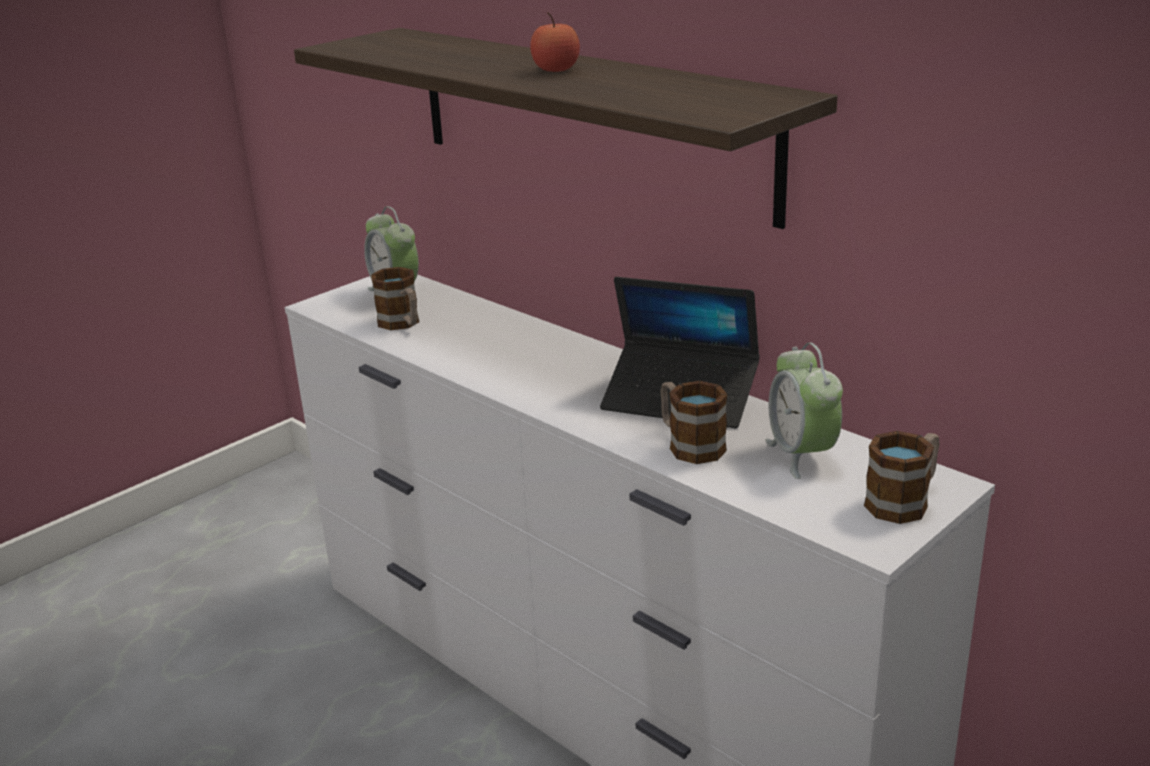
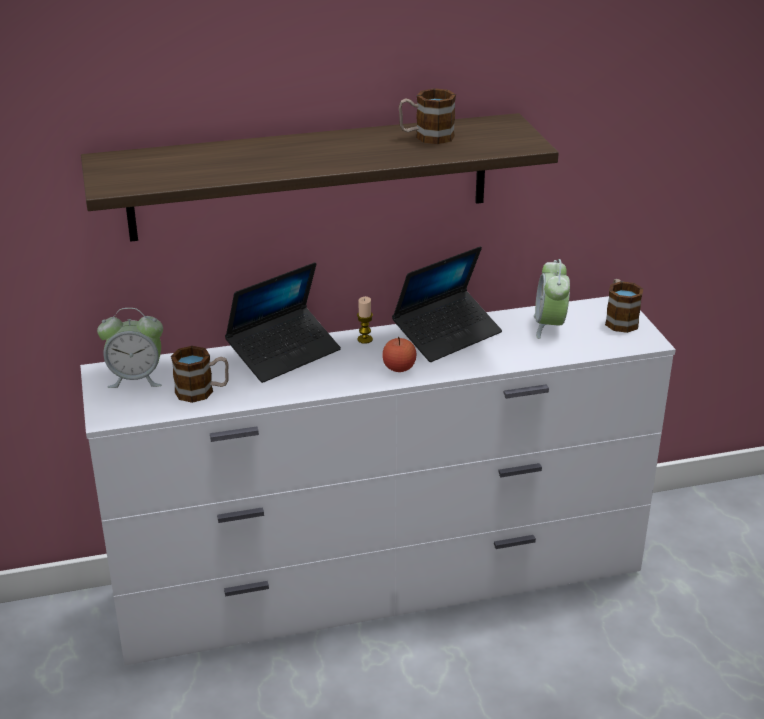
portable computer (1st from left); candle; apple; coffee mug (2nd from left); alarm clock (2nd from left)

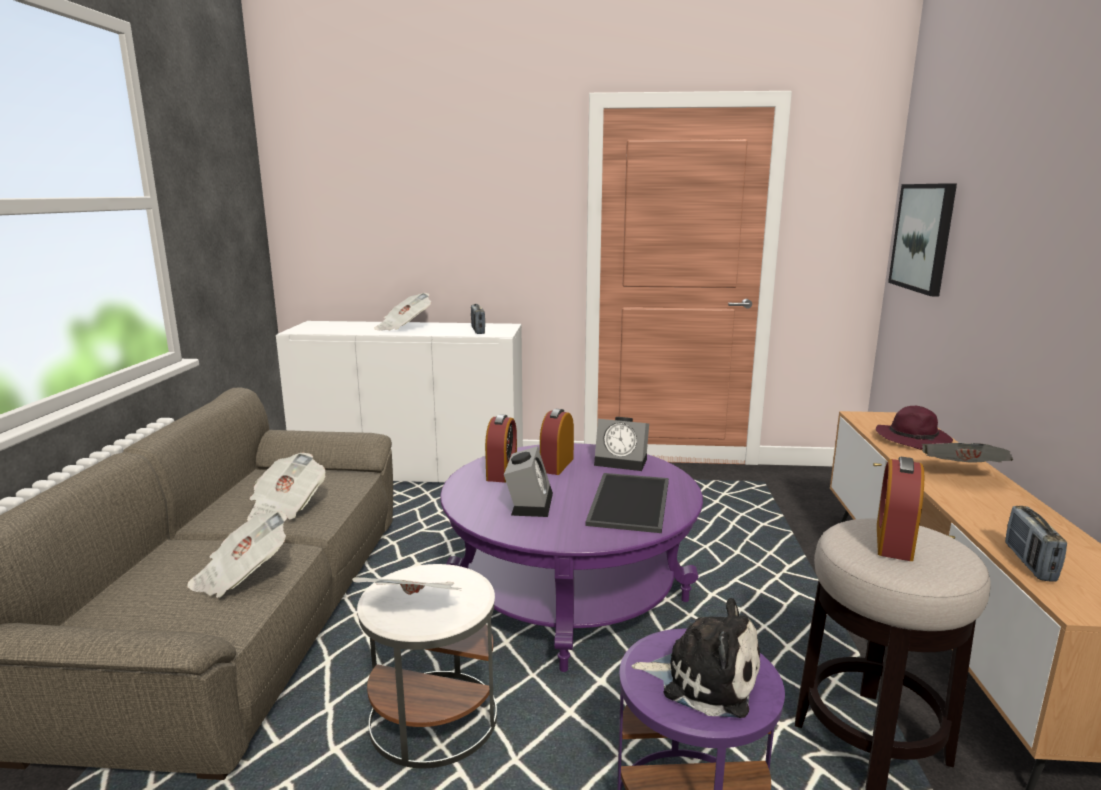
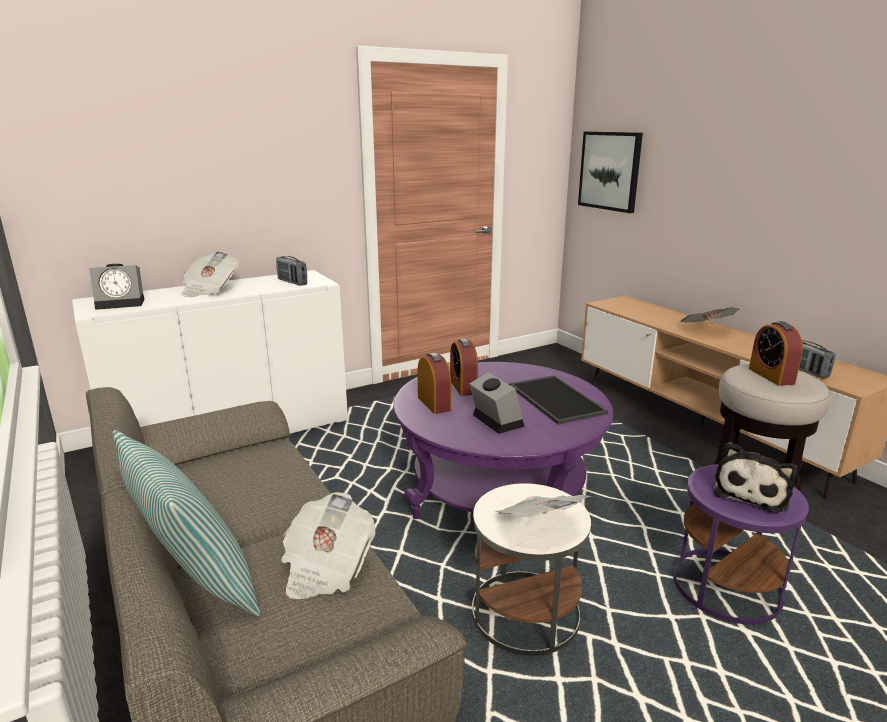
printed paper (2nd from left in the first image); clothing hat in purple; cushion; alarm clock (1st from left); plush toy

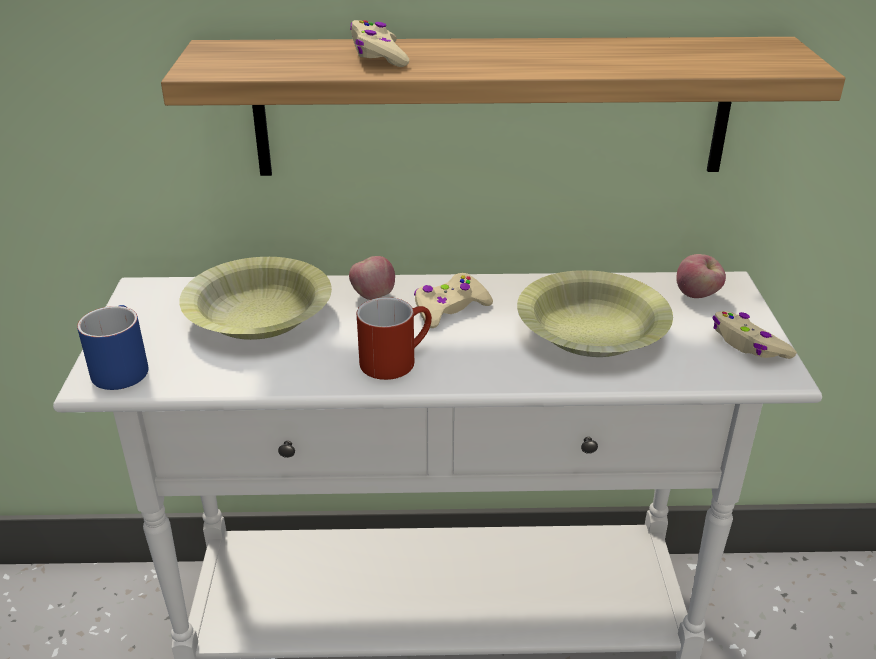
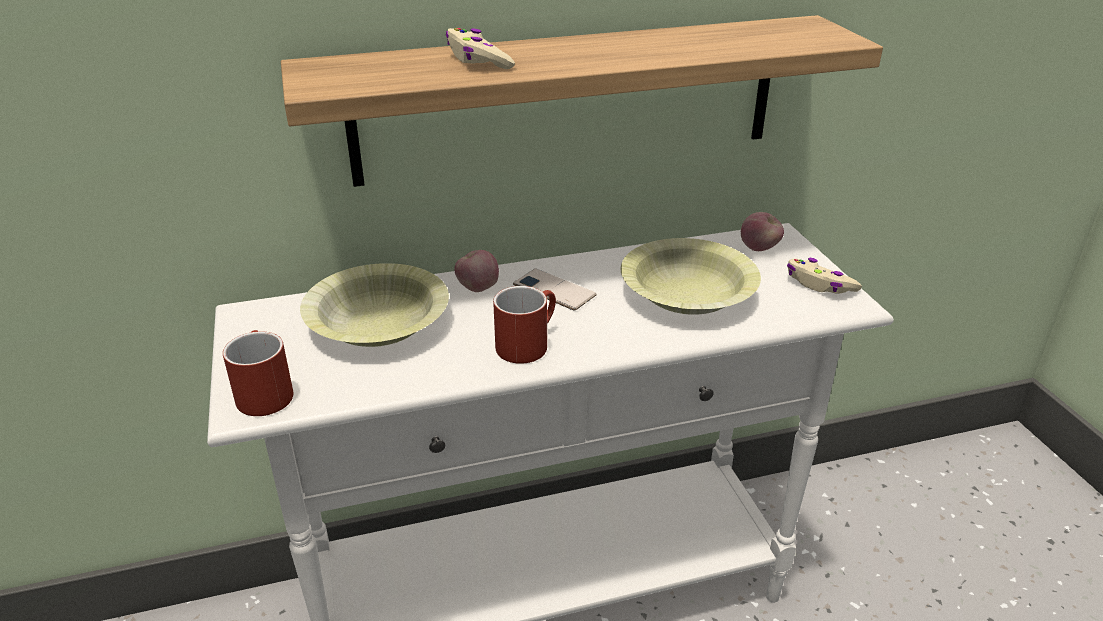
handset; coffee mug in red (1st from left)

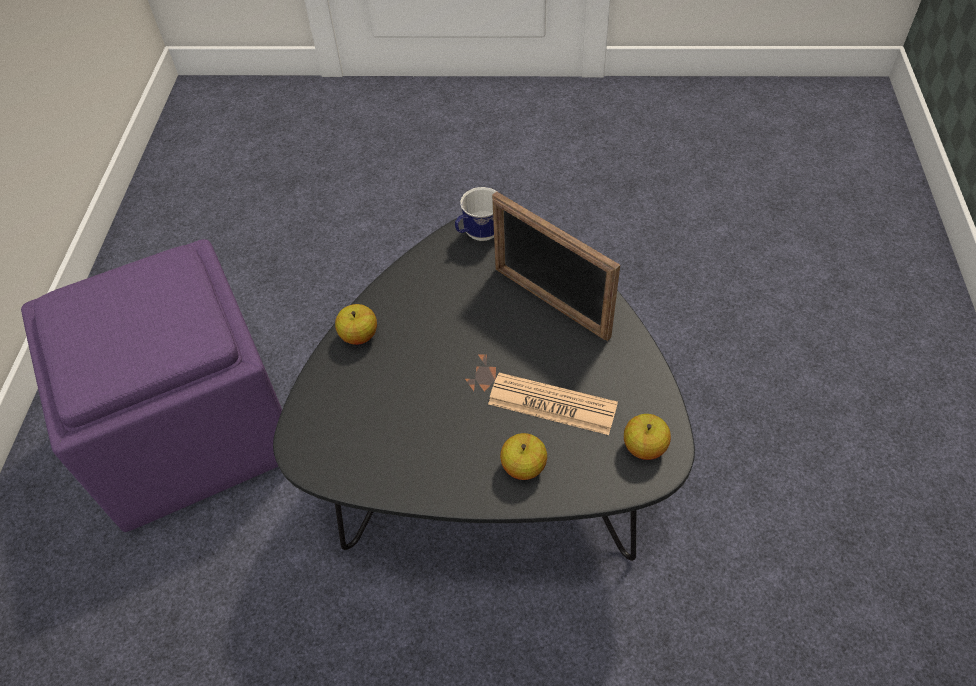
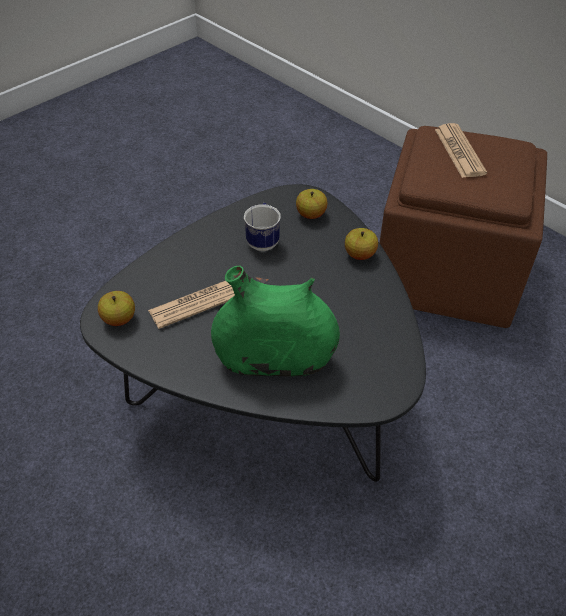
printed paper (2nd from left); coffee mug; apple (2nd from left); decorative vase in green; ottoman in brown-coloured

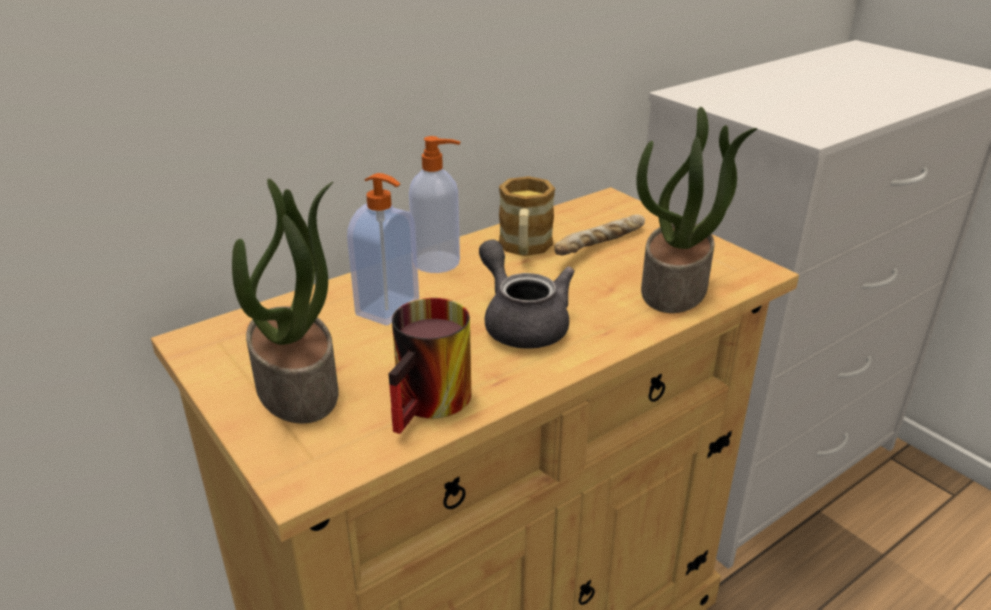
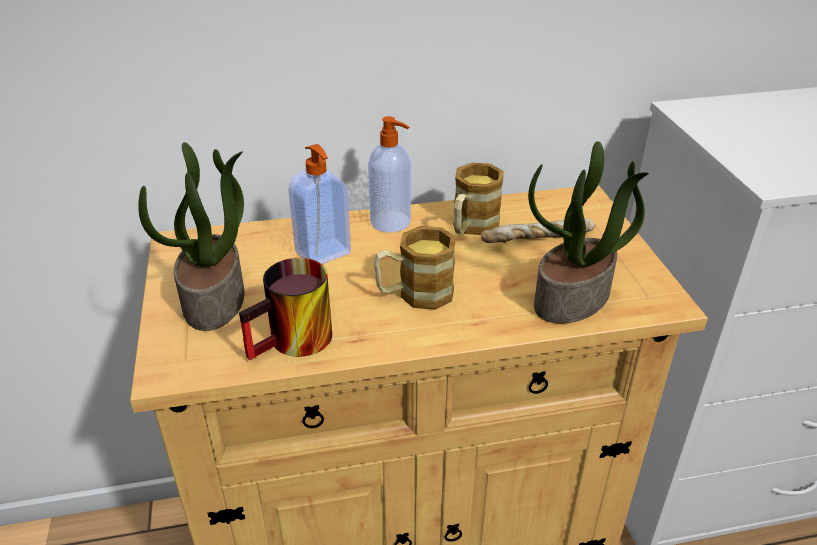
coffee mug (2nd from left)

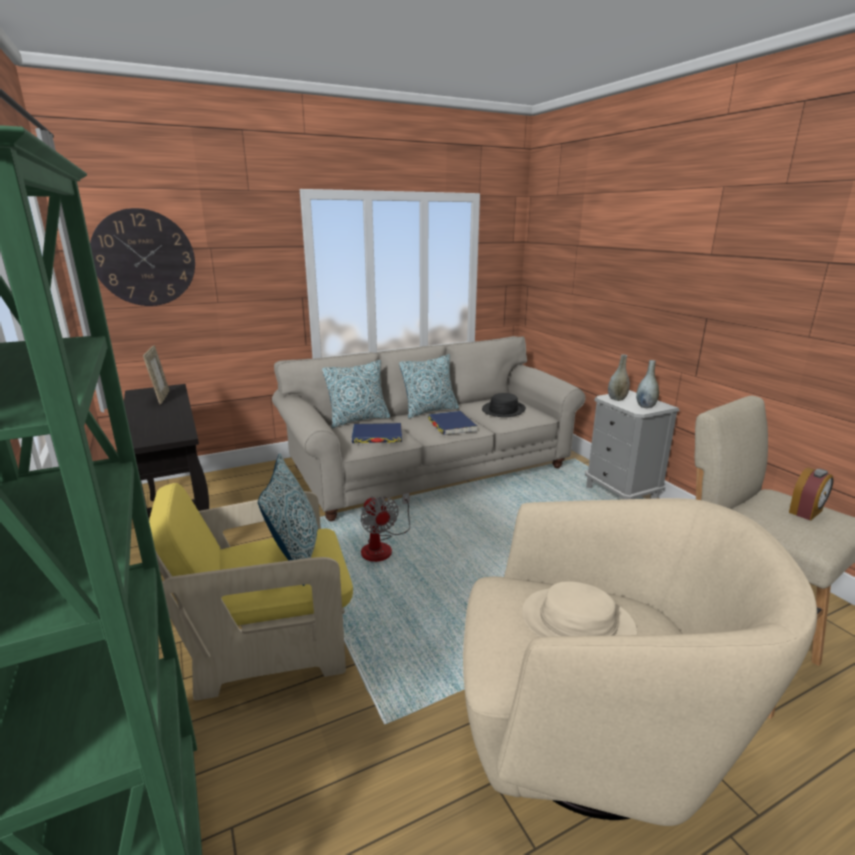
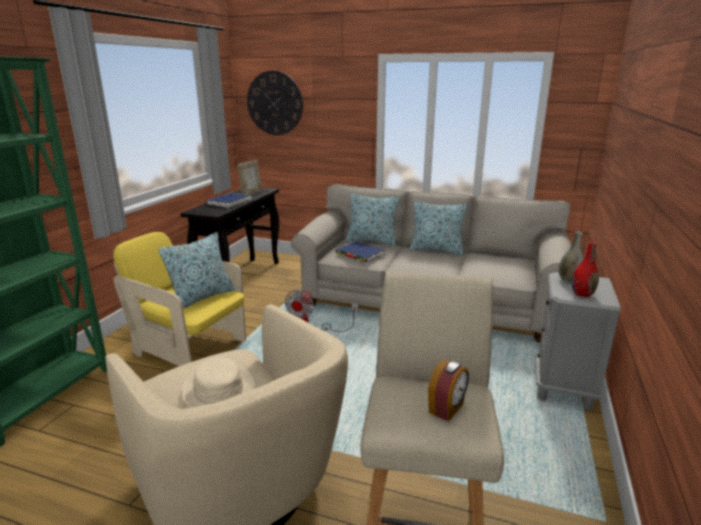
clothing hat in blackish; bound book in blue-coloured (1st from left); decorative vase in red; alarm clock

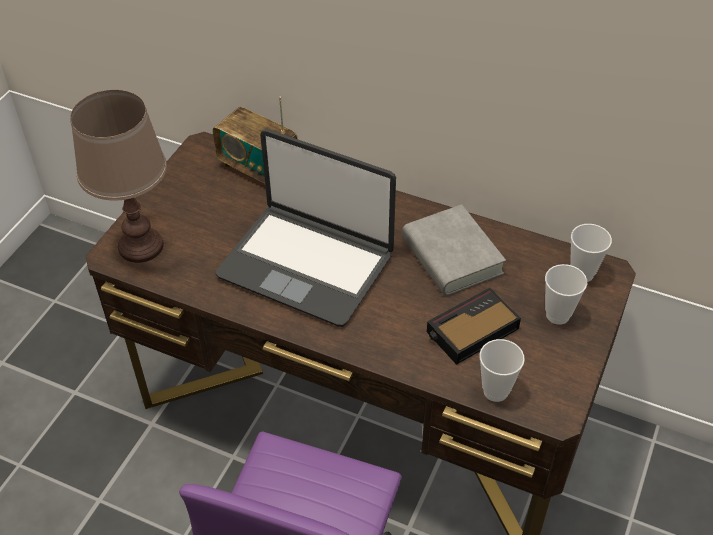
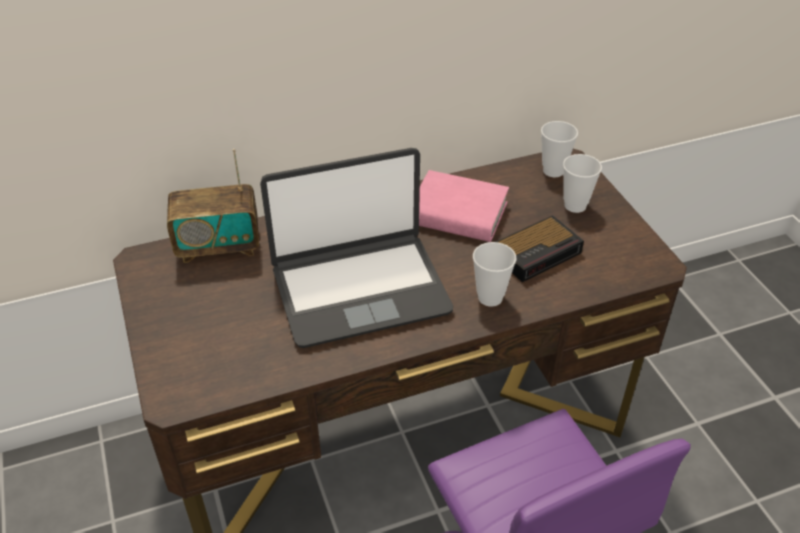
table lamp in brown-coloured; small cup (1st from left); bound book in pink-coloured; alarm clock

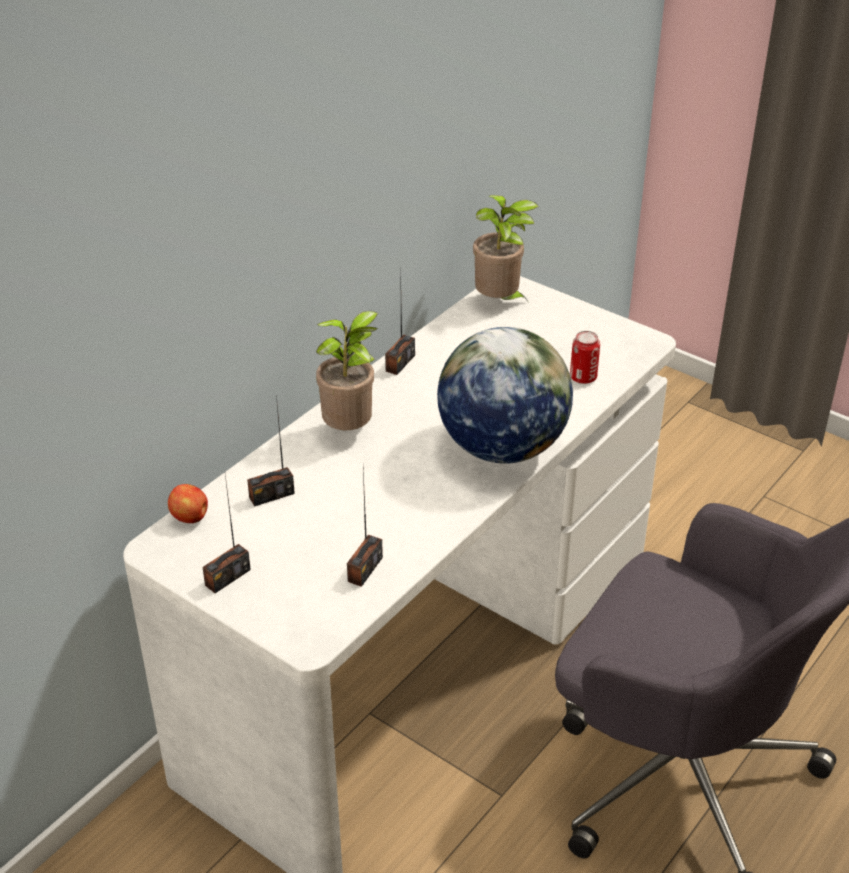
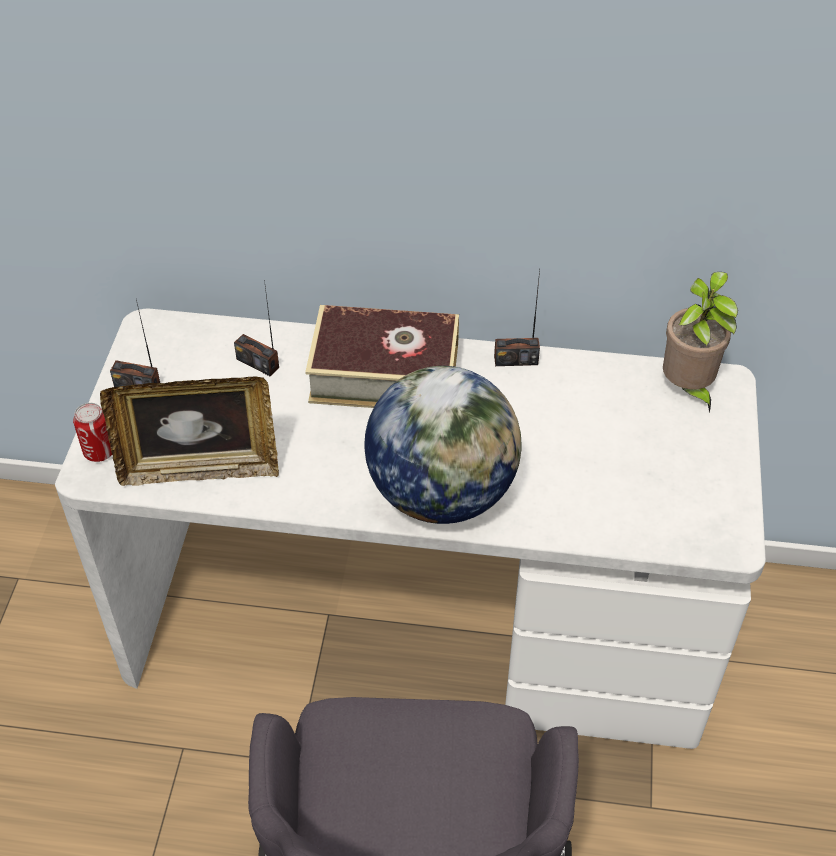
apple; can; bound book; photo frame

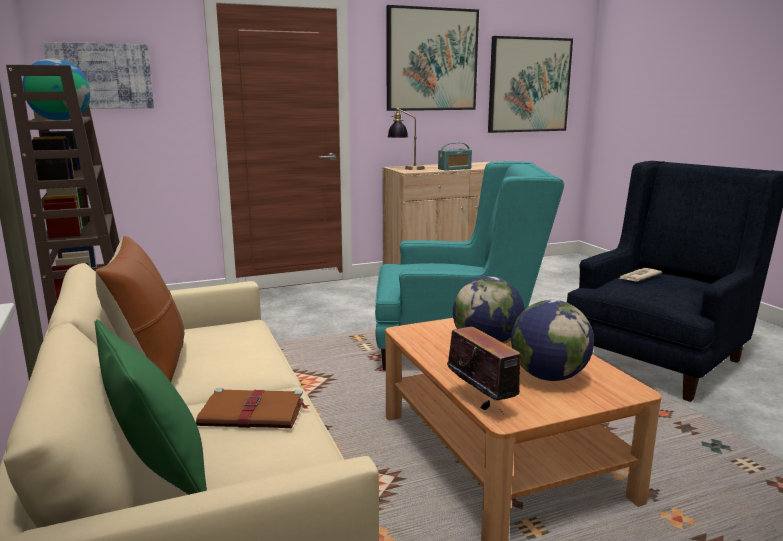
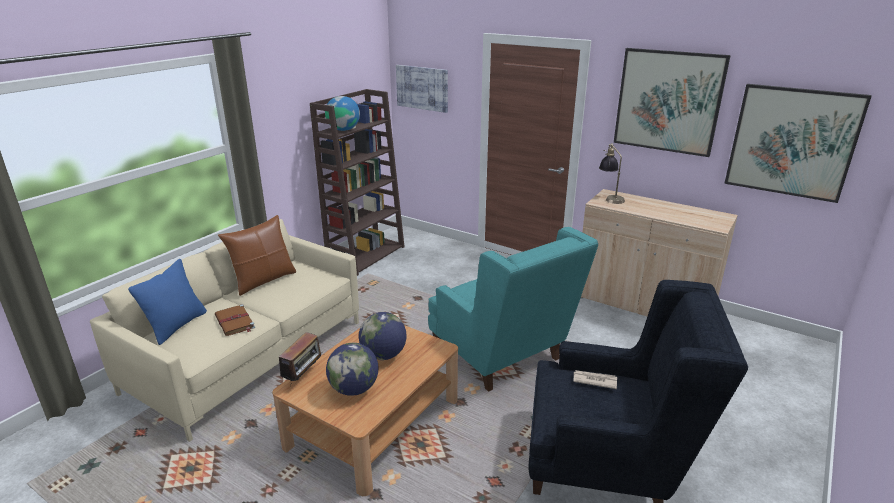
radio set (1st from left in the first image); cushion in blue-coloured

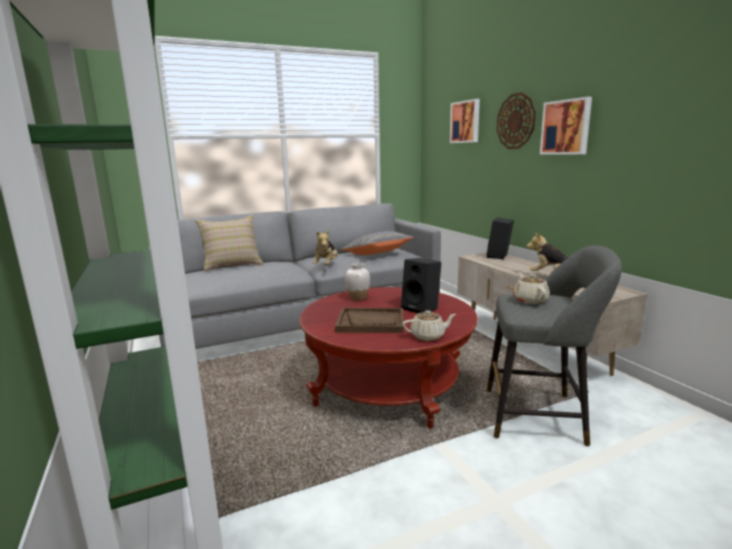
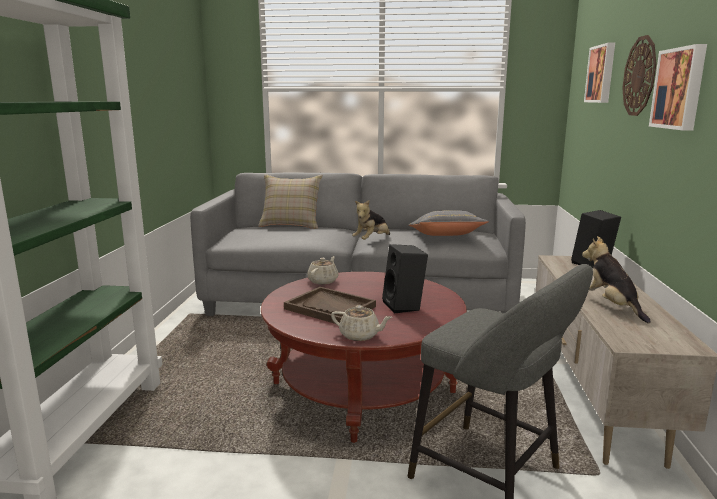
decorative vase in whitish; teapot in beige-coloured (1st from left)

